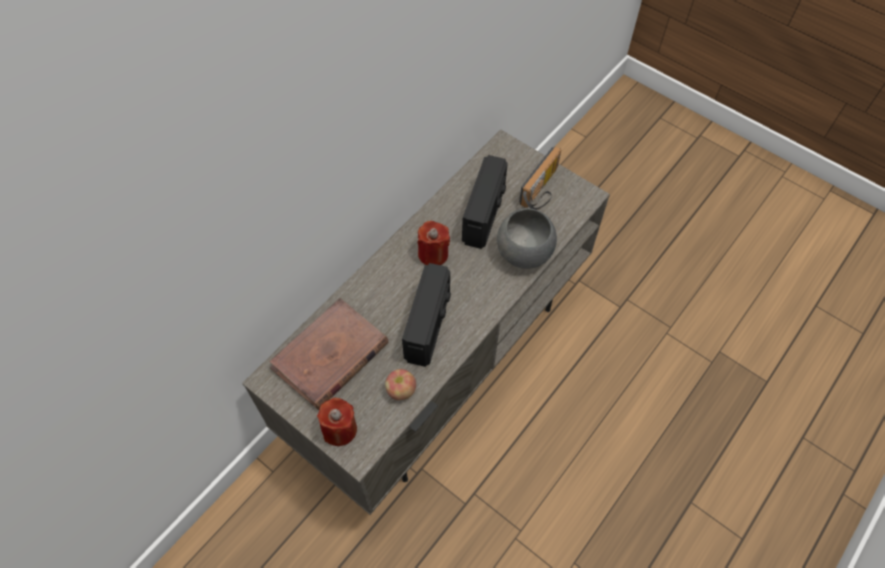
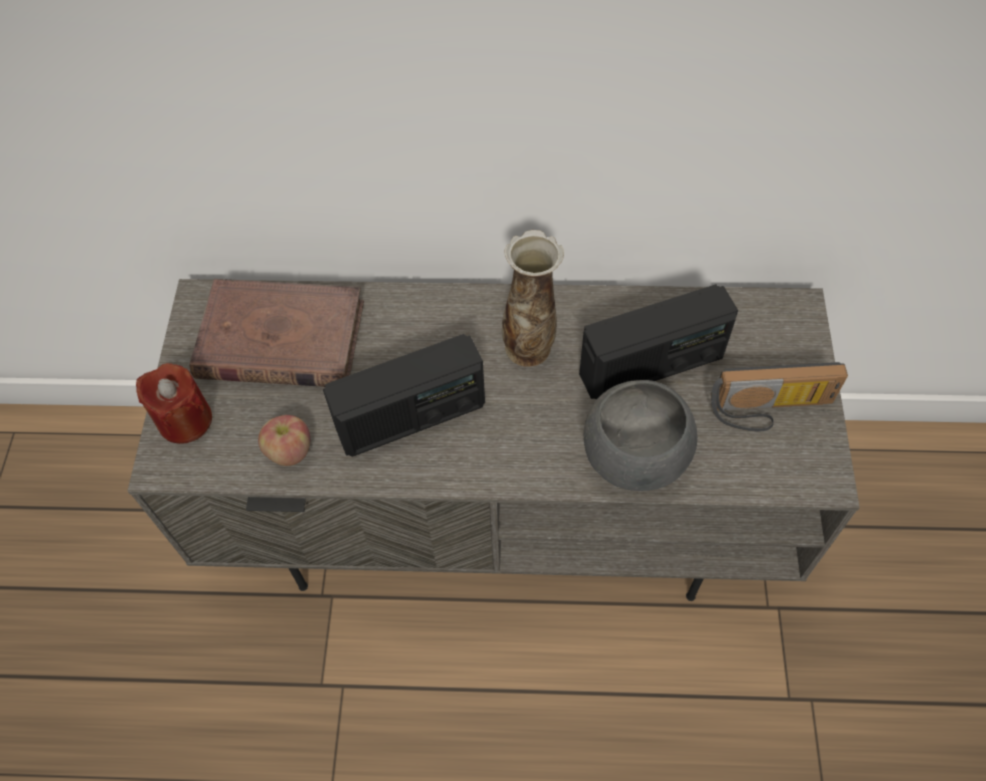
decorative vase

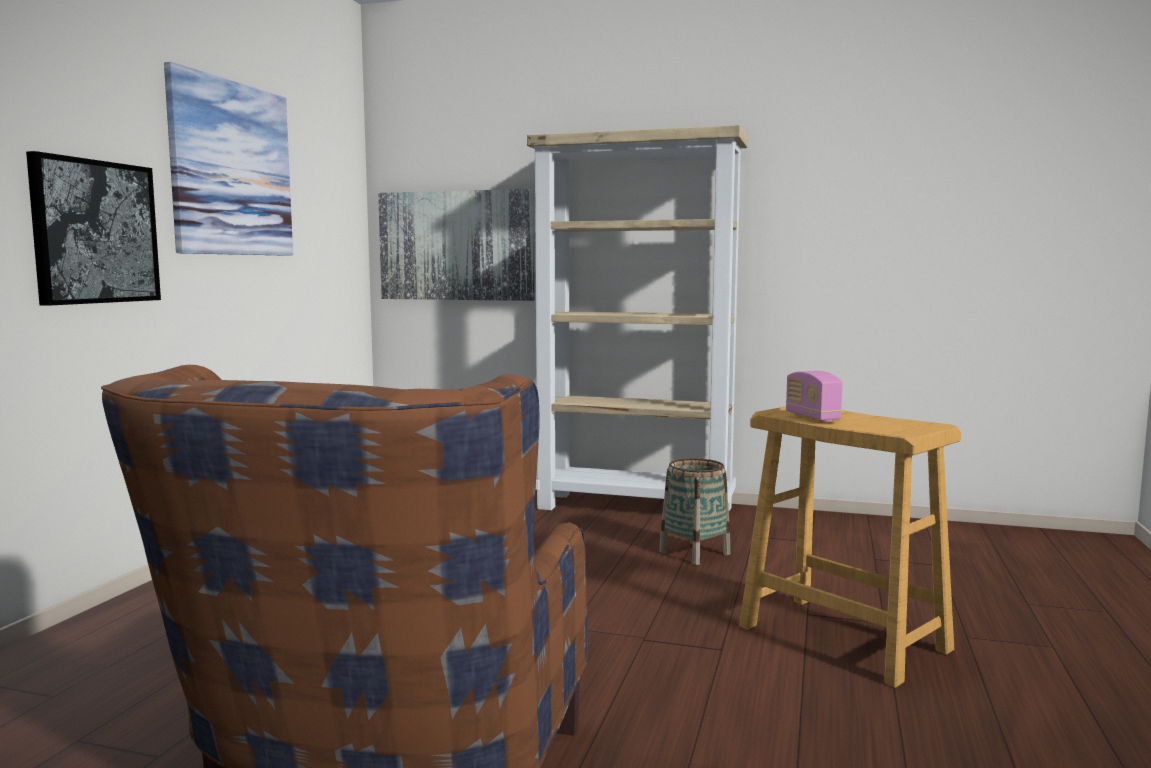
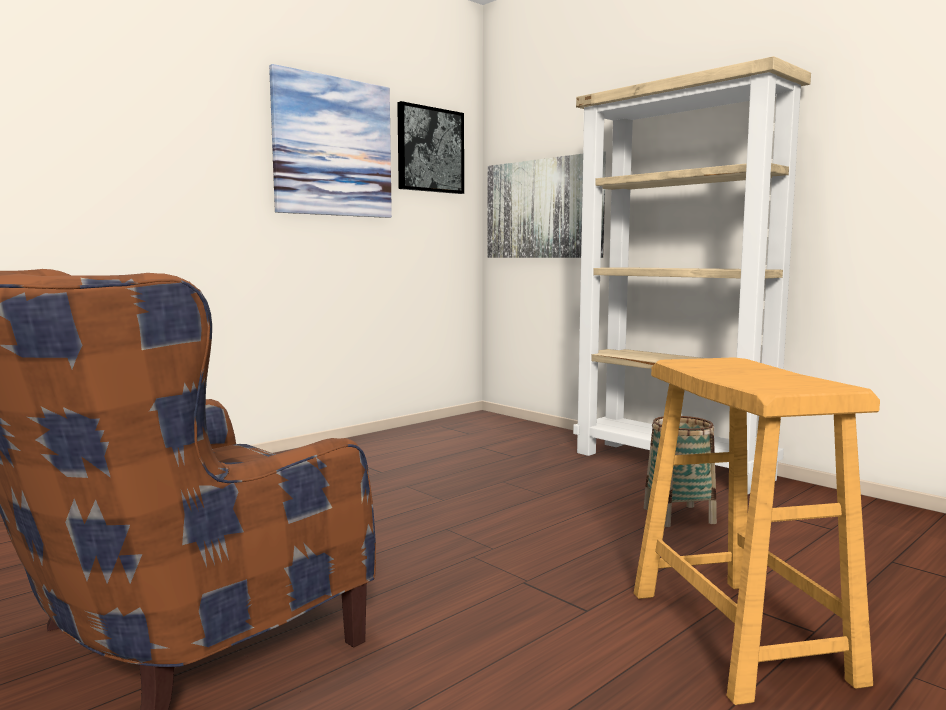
radio set; picture (2nd from left)

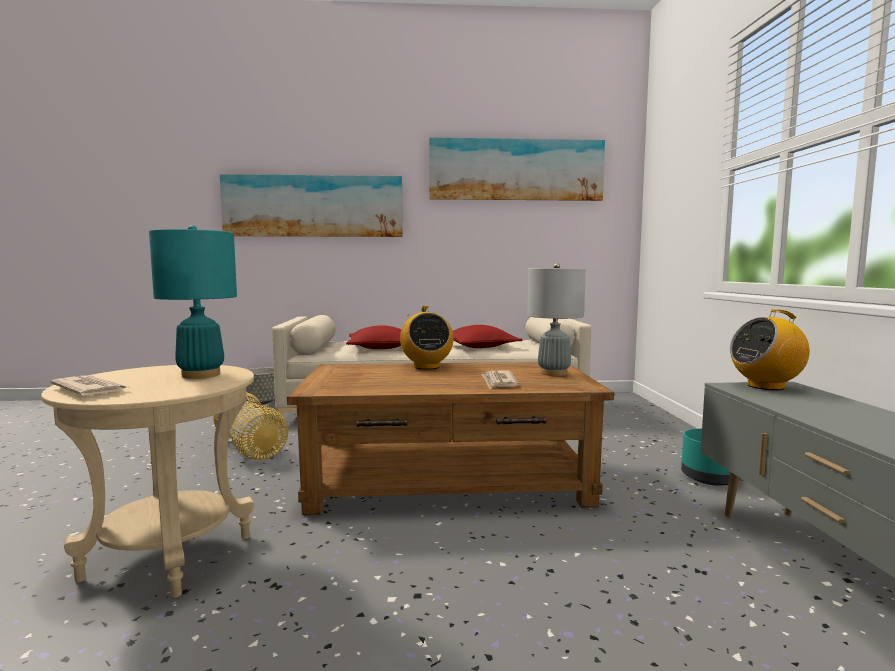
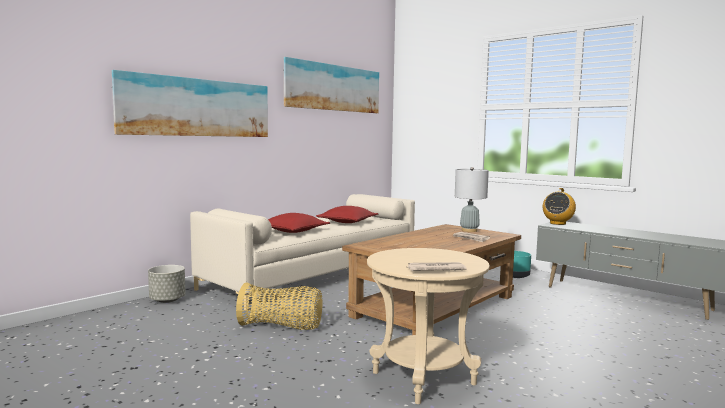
table lamp in turquoise-coloured; radio set (1st from left in the first image)

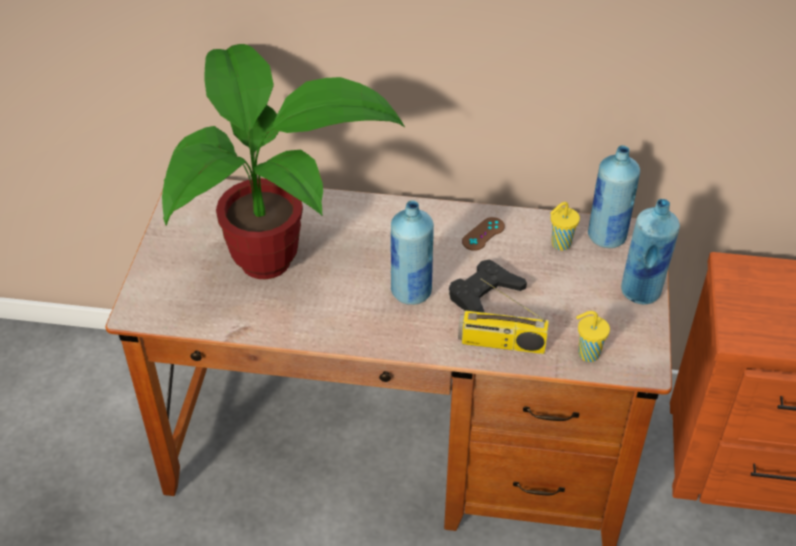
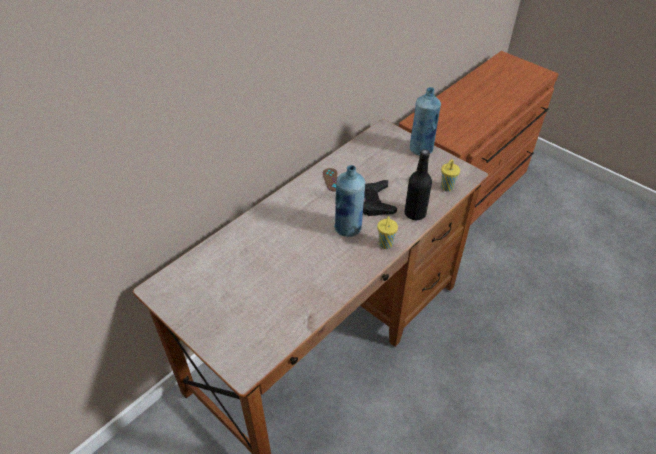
plant in a pot; drink bottle in blue-coloured (2nd from left in the first image); small cup in yellowish (1st from left); drink bottle in blackish

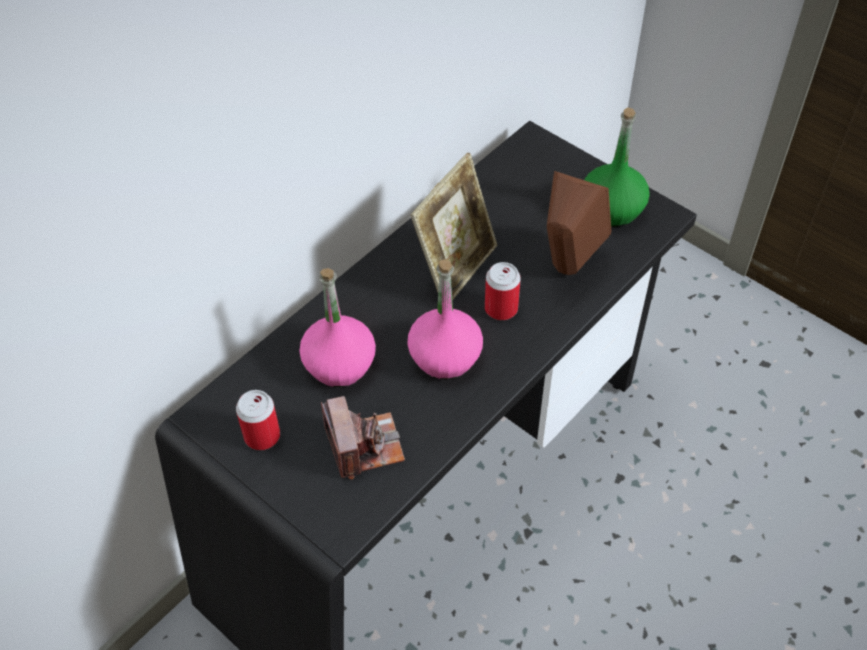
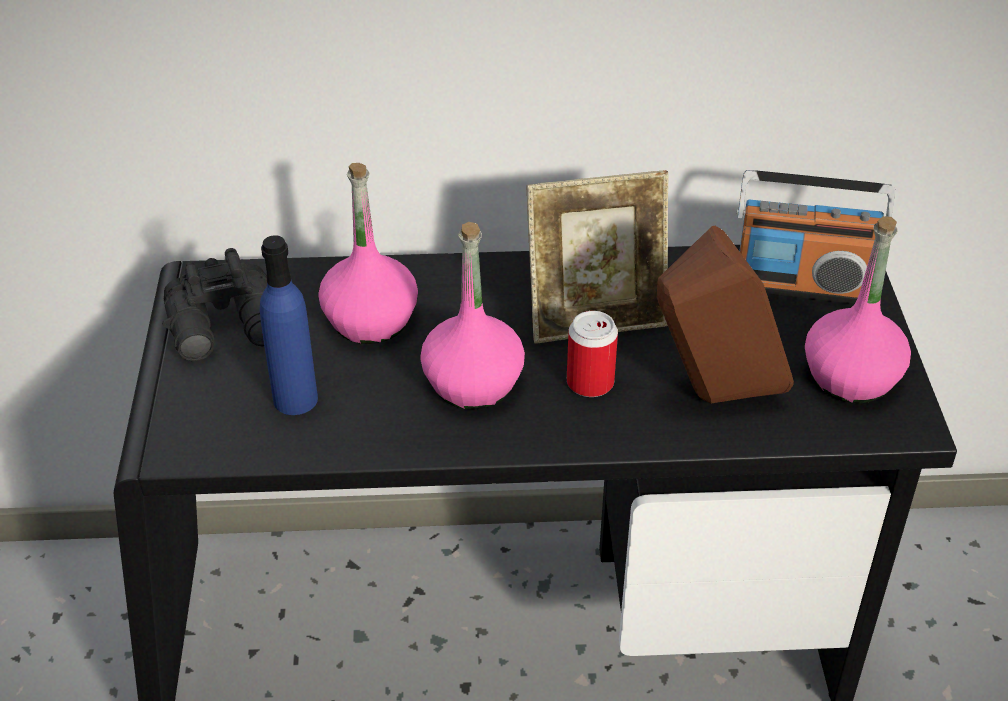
radio set; binoculars in blackish; drink bottle in blue-coloured; drink bottle in pink-coloured (3rd from left)

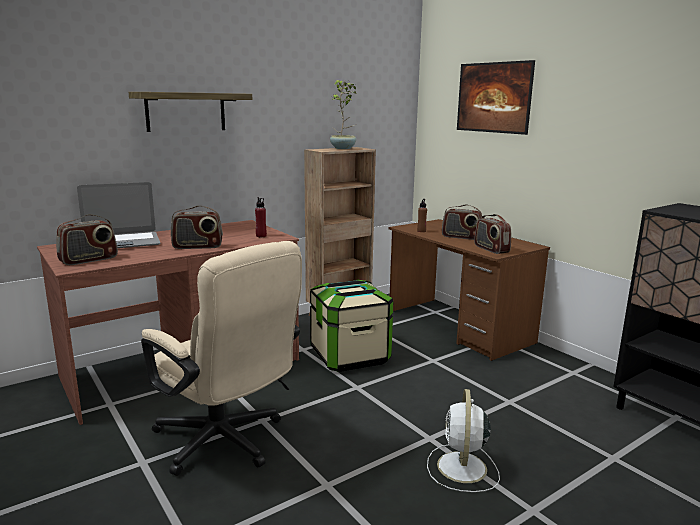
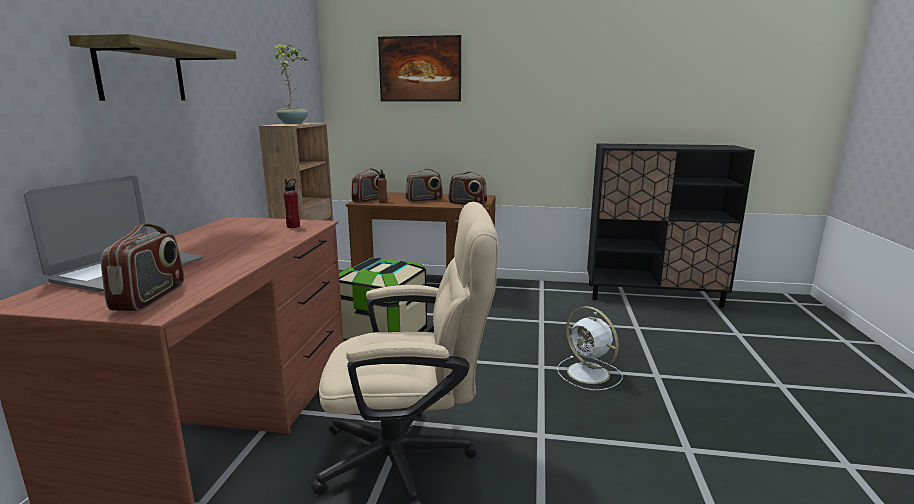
radio set (2nd from left)

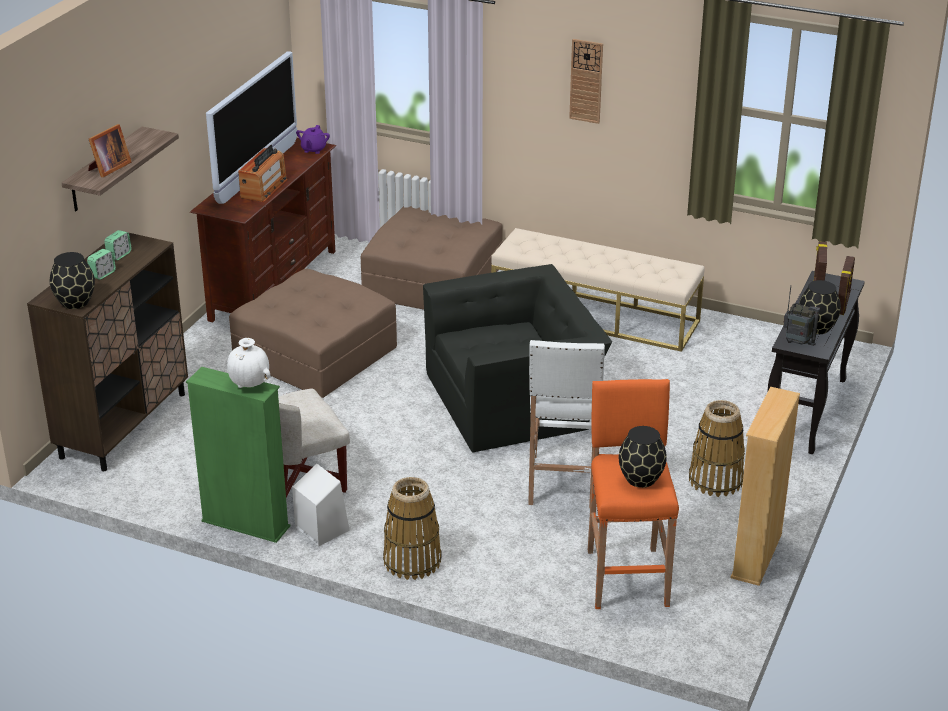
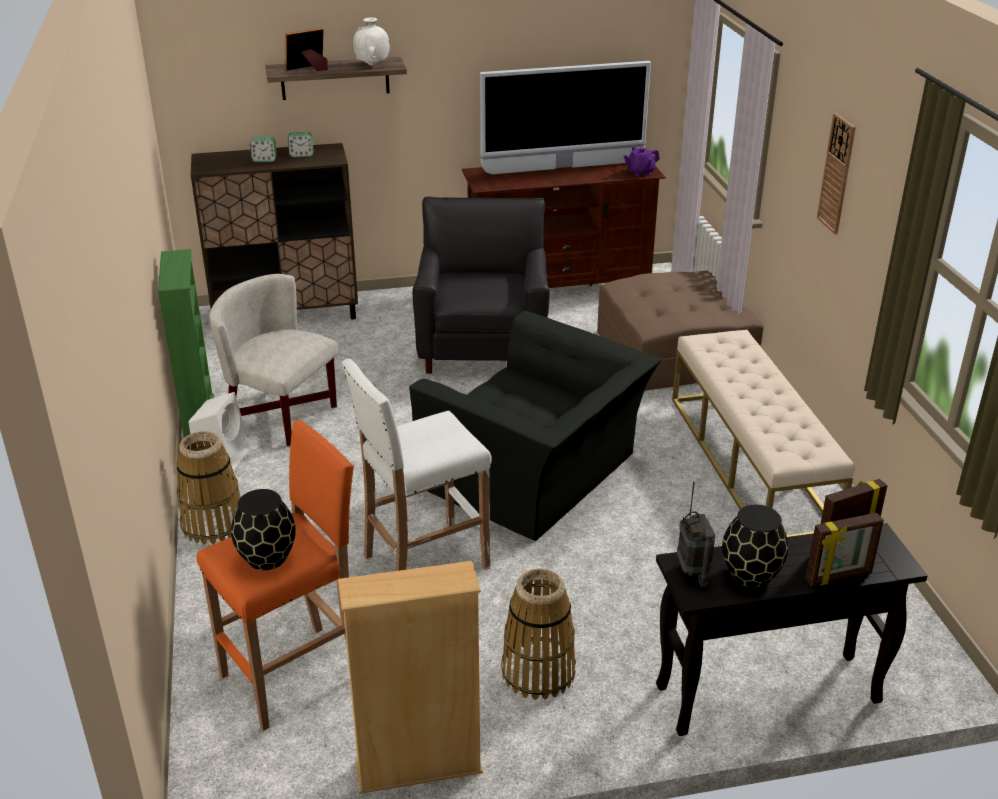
decorative vase in blackish (1st from left in the first image); radio set (1st from left in the first image); decorative vase in whitish; lounge chair in blackish (1st from left); photo frame (1st from left)

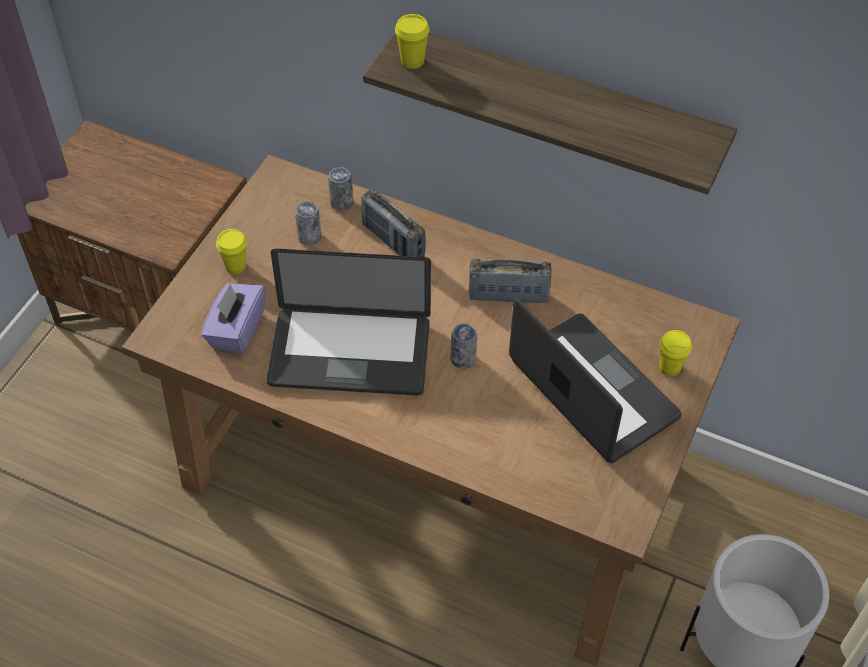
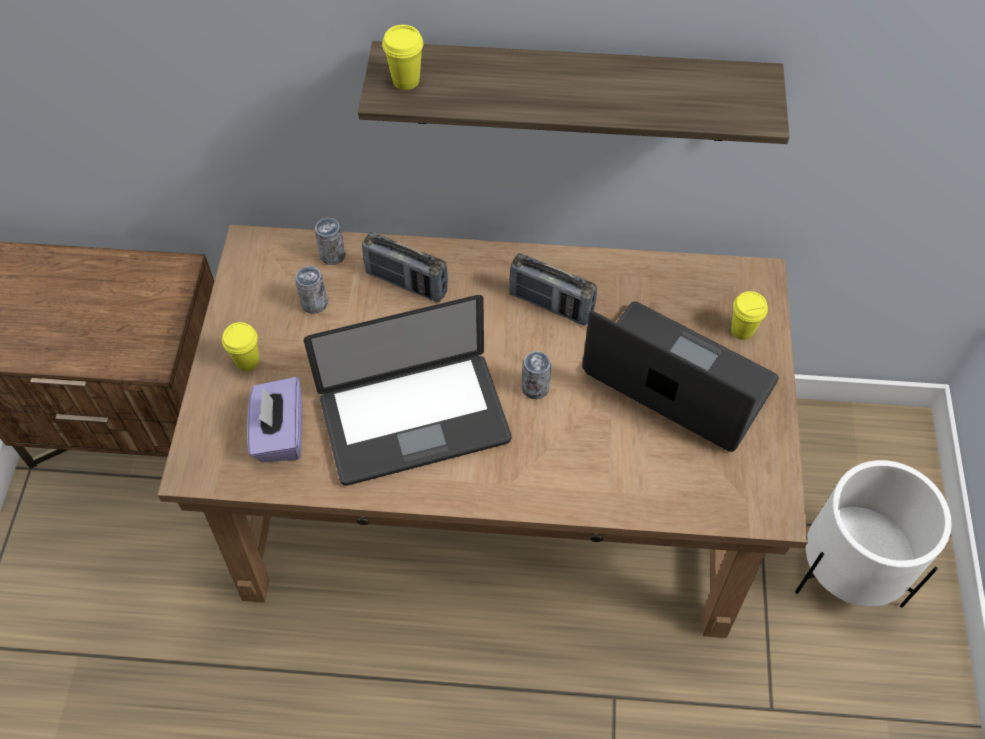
radio set (2nd from left)

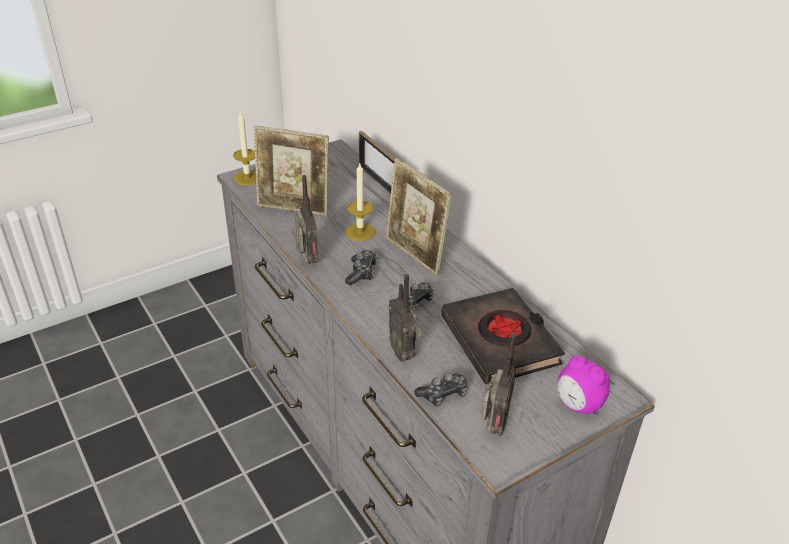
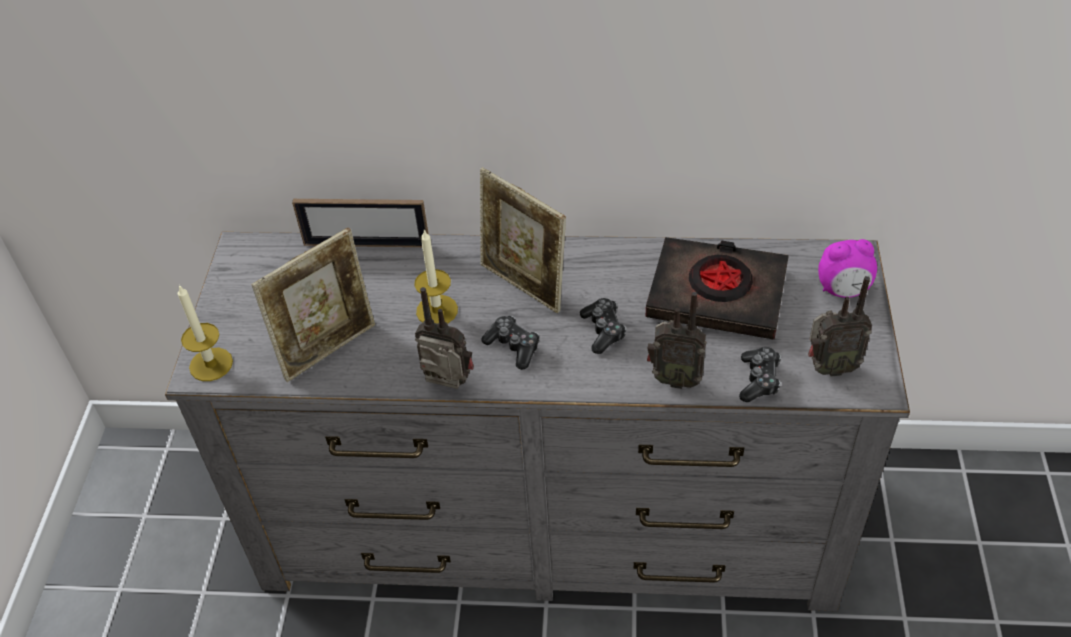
photo frame (3rd from left); radio set (3rd from left)

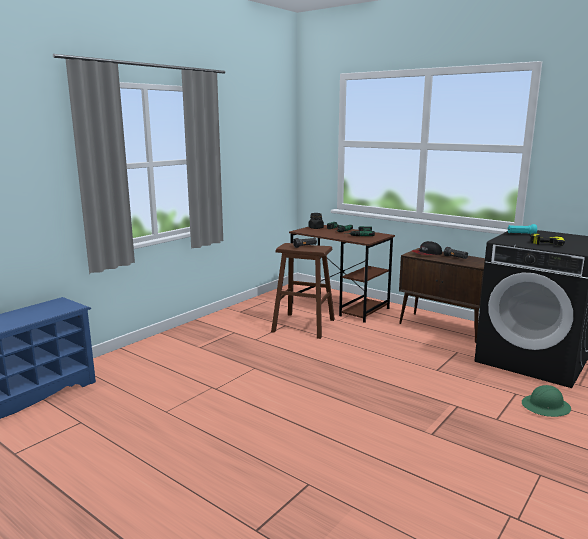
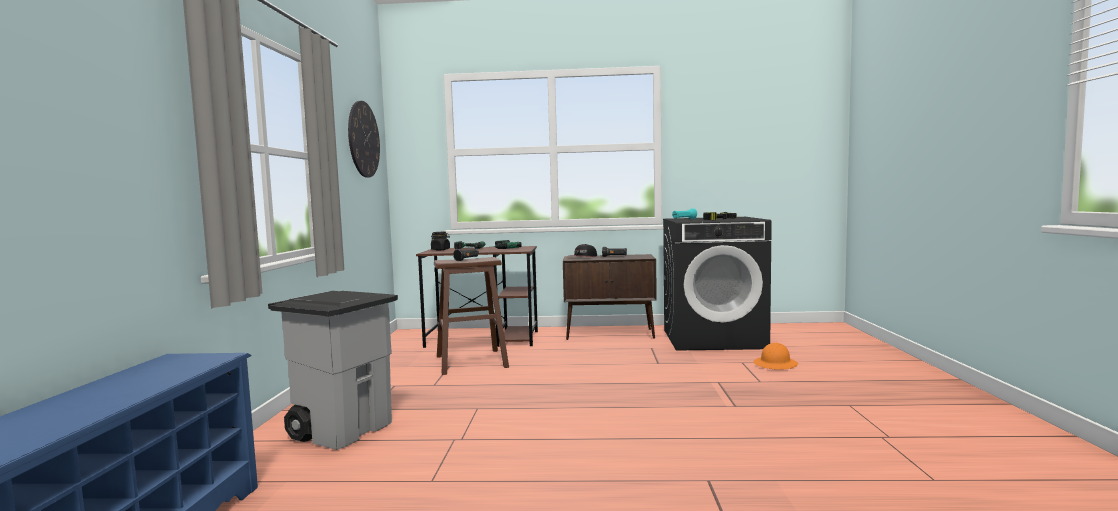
trash can in grey; hanging clock; safety helmet in orange

